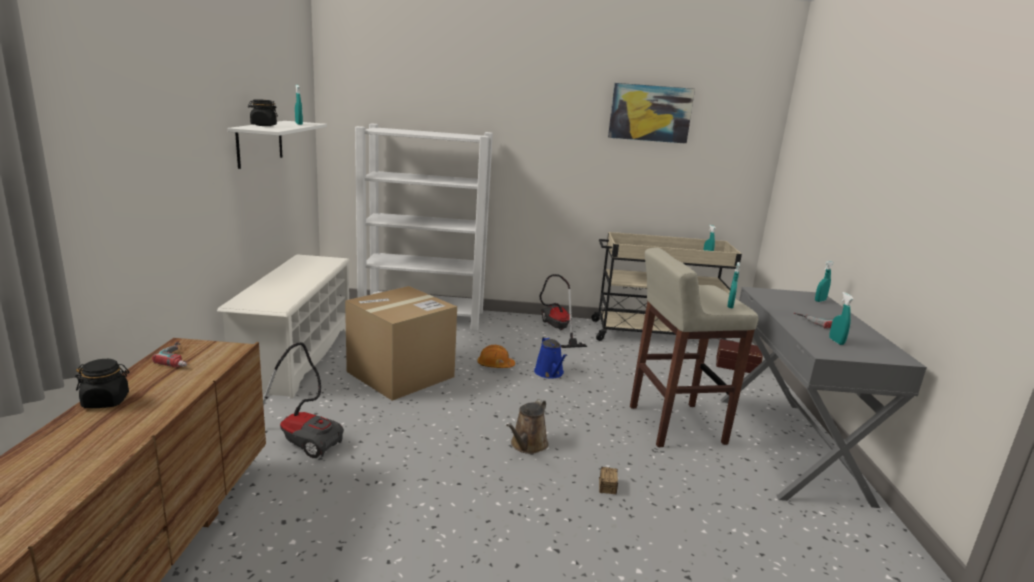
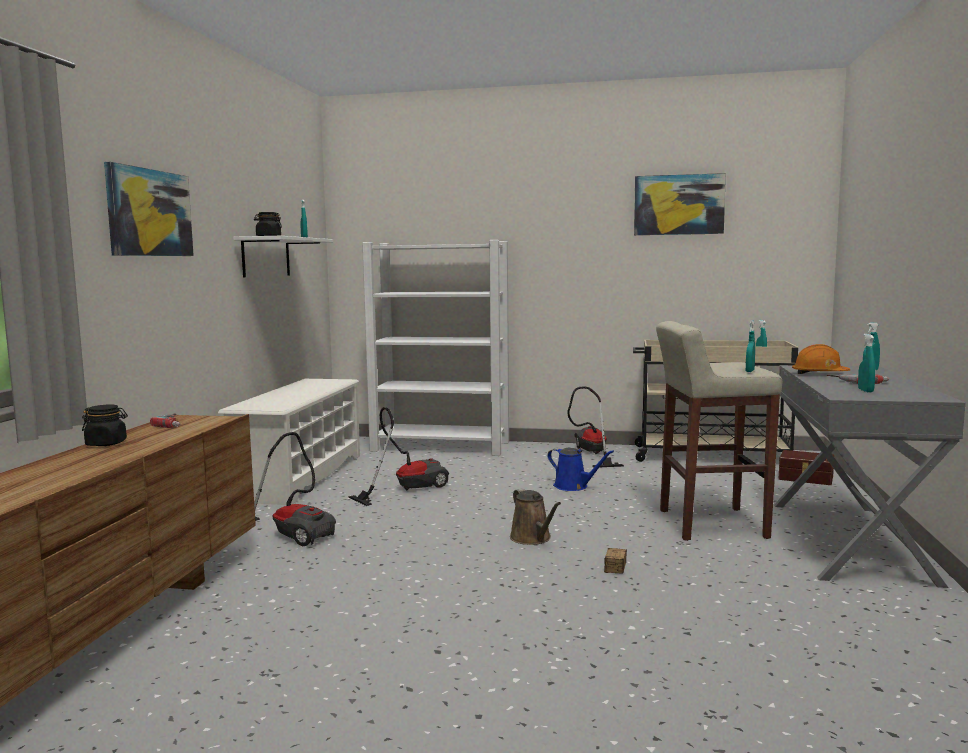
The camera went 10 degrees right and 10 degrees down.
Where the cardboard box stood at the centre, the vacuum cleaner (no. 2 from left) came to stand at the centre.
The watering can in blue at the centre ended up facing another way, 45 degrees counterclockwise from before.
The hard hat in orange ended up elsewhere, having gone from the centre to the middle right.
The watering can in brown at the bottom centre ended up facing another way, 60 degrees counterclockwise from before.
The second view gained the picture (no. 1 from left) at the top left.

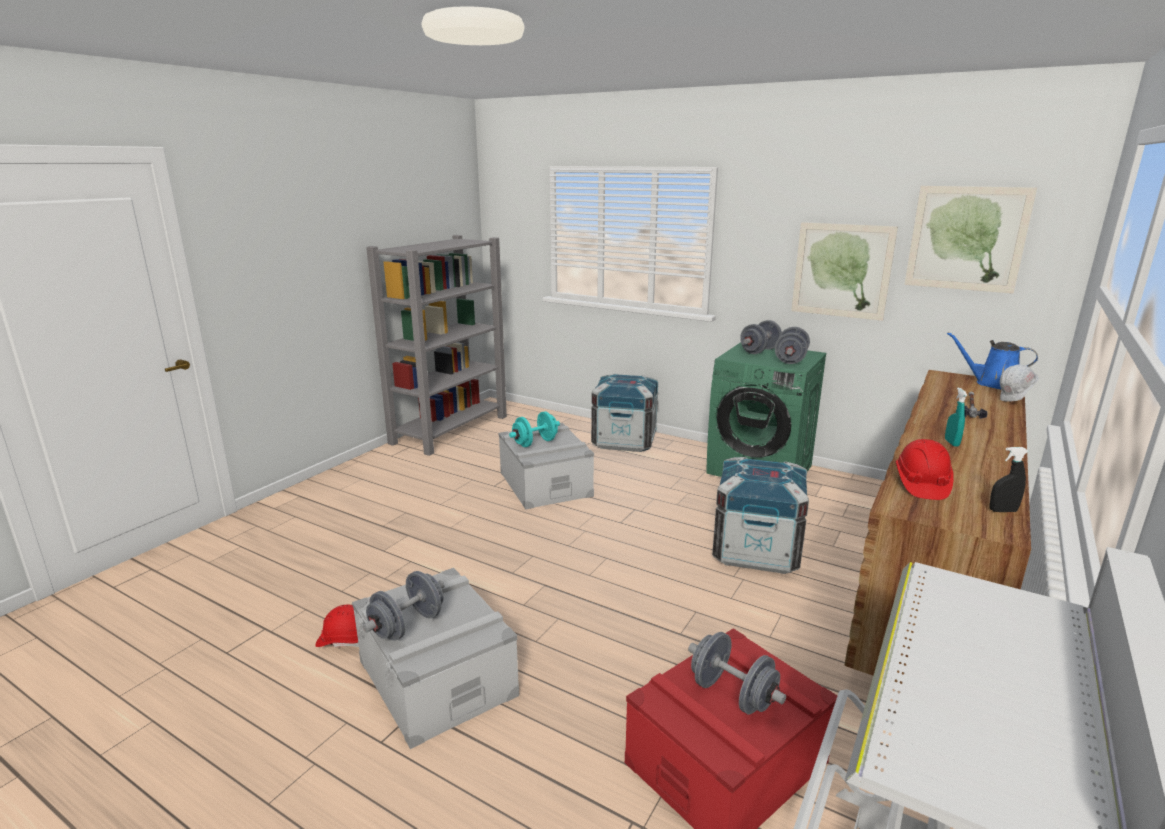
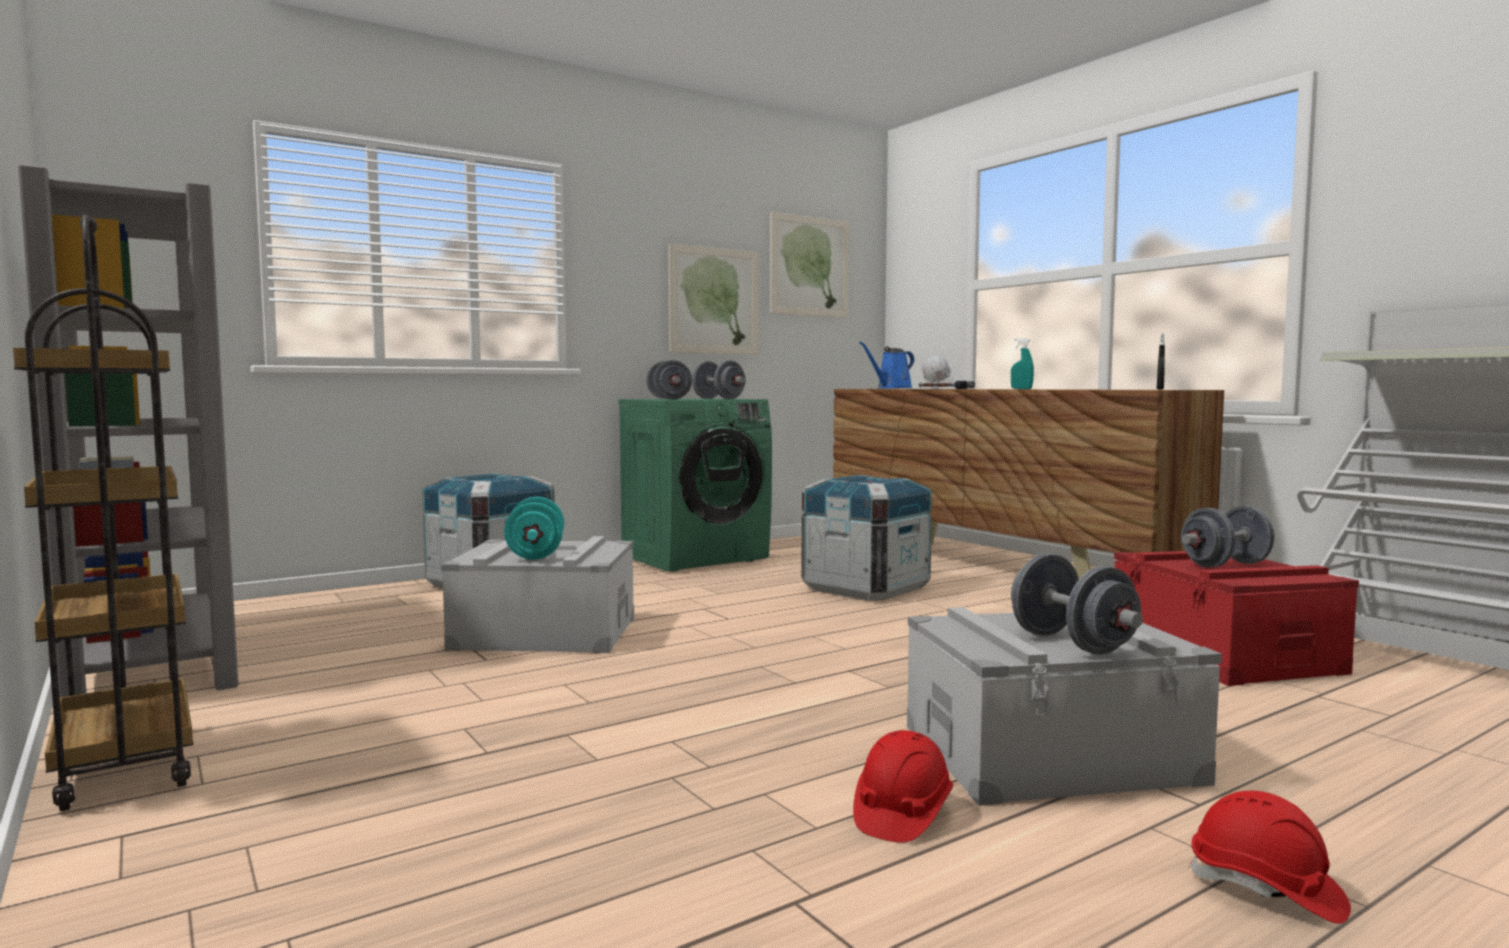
The camera went 65 degrees left and 15 degrees down.
The hard hat in red (no. 2 from left) ended up elsewhere, having gone from the middle right to the bottom right.
The second view gained the cart in brown at the middle left.

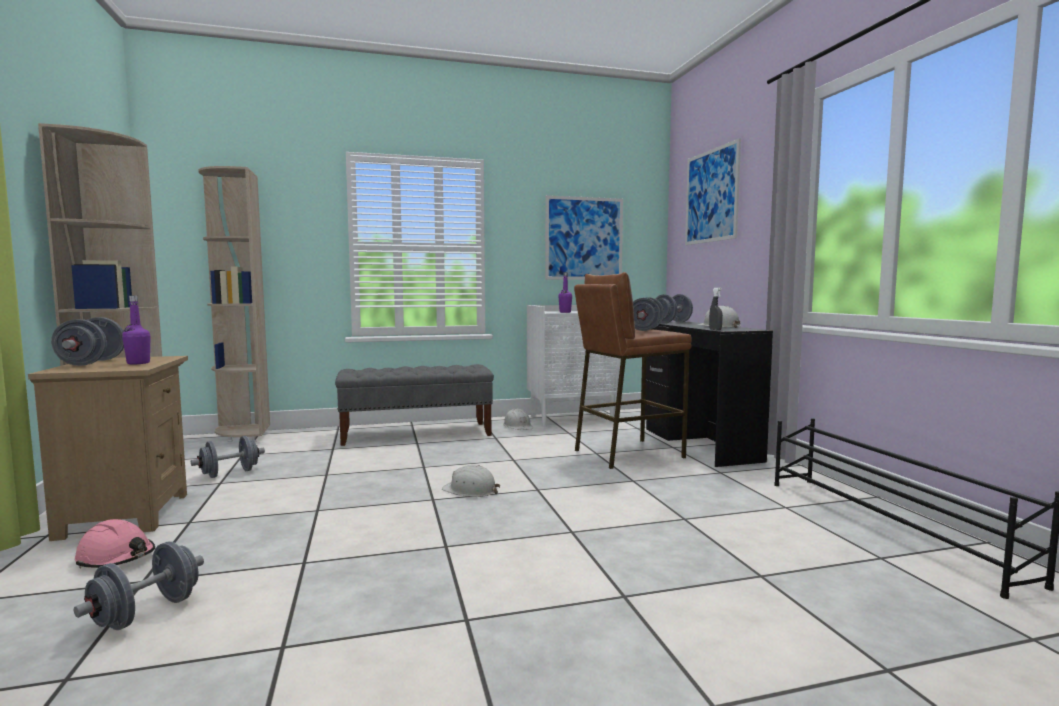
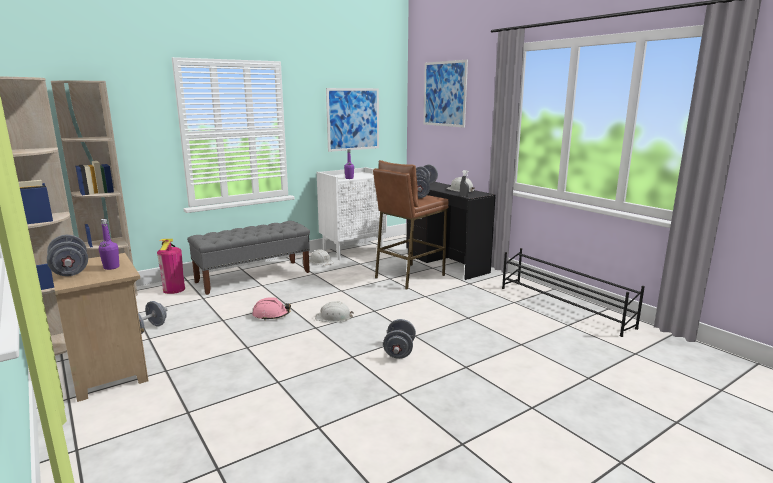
The camera went 20 degrees left and 10 degrees up.
The hard hat in pink ended up elsewhere, having gone from the bottom left to the centre.
The dumbbell in grey (no. 2 from left in the first image) ended up elsewhere, having gone from the bottom left to the bottom centre.
The second view gained the fire extinguisher at the middle left.

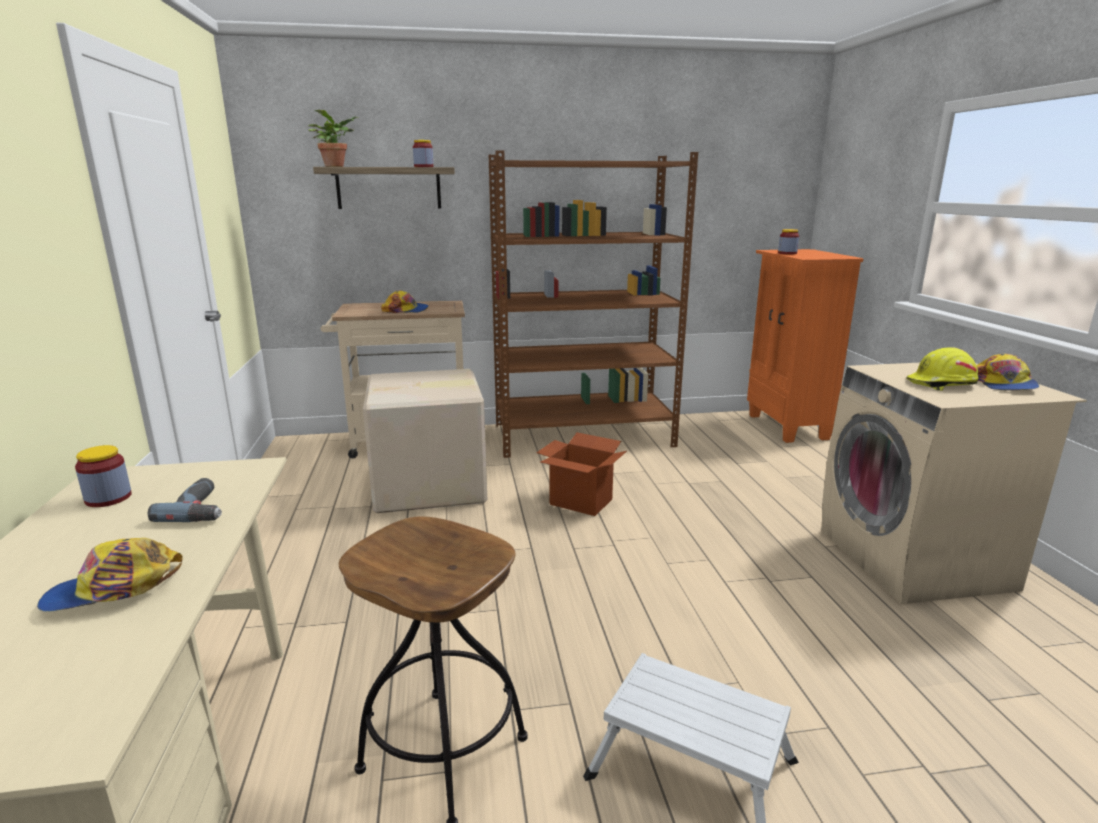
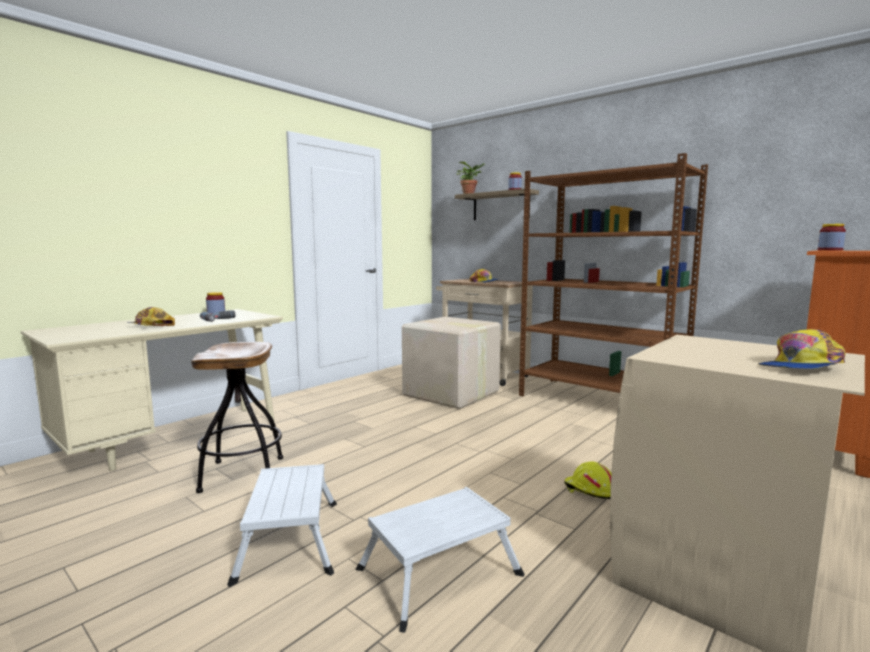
The camera went 50 degrees right and 10 degrees down.
The hard hat in yellow ended up elsewhere, having gone from the middle right to the bottom right.
The second view lost the cardboard box (no. 2 from left) at the centre.
The second view gained the step ladder in white (no. 2 from left) at the bottom centre.

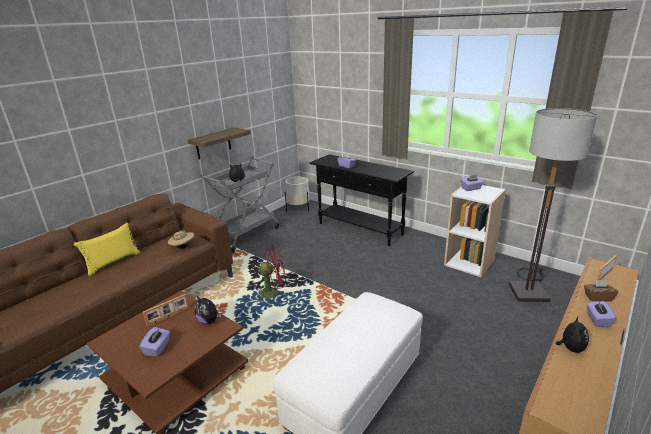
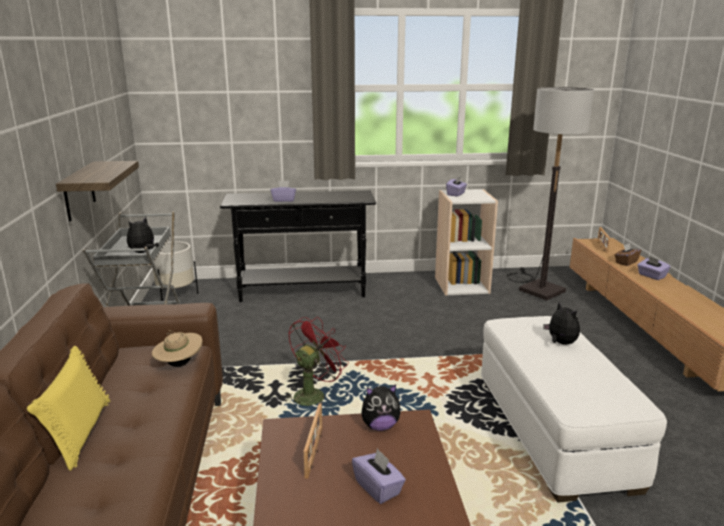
The camera went 45 degrees left and 5 degrees down.
The plush toy (no. 3 from left) ended up elsewhere, having gone from the bottom right to the middle right.

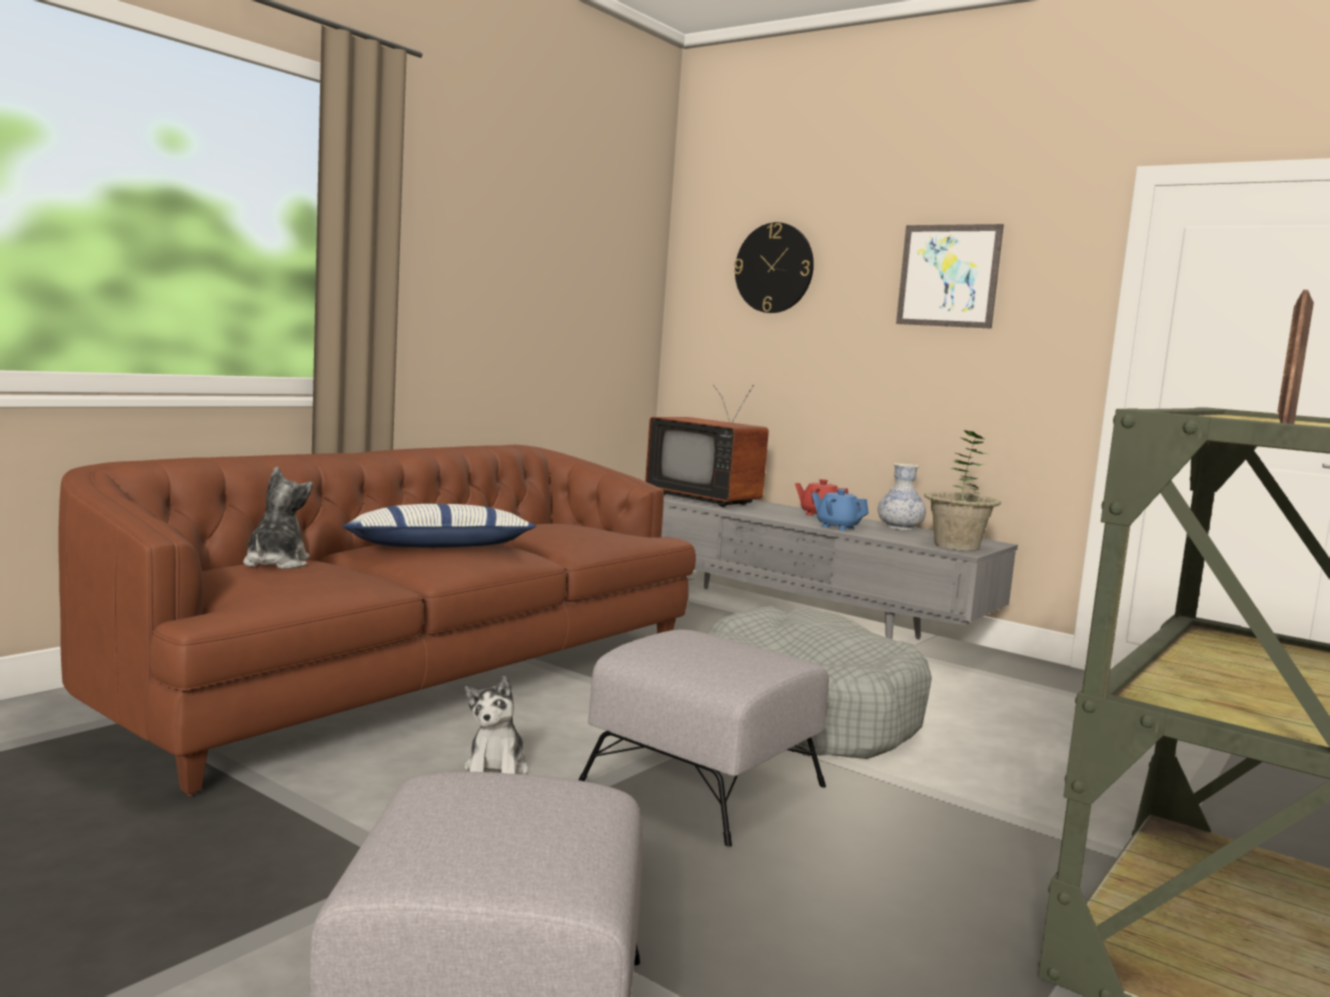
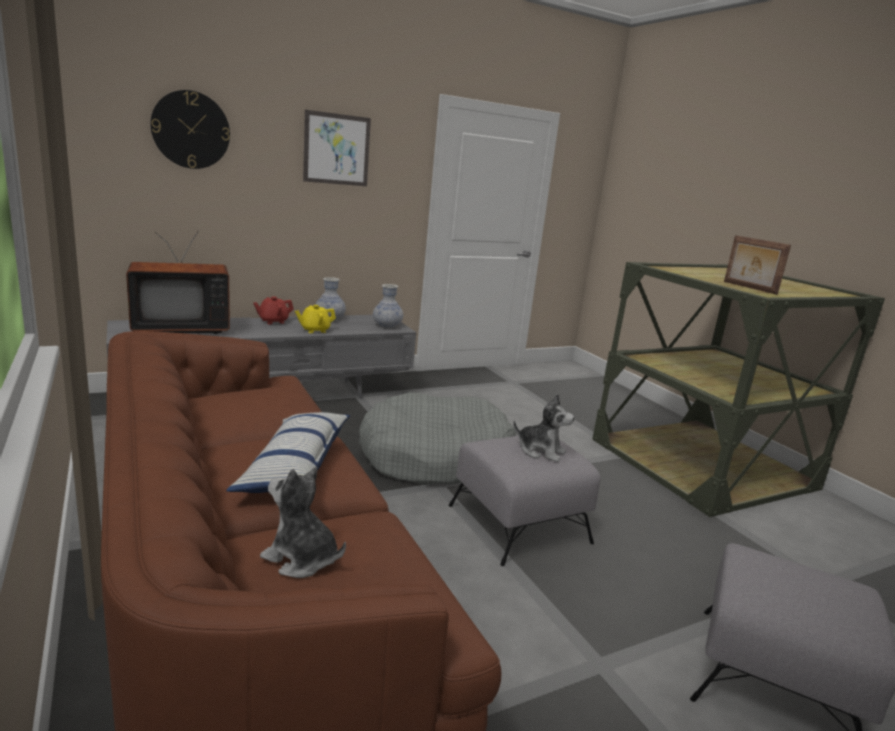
The camera went 65 degrees left and 10 degrees up.
Where the potted plant stood at the middle right, the vase (no. 2 from left) came to stand at the centre.
What was the teapot in blue at the centre turned into the teapot in yellow at the centre.
The plush toy (no. 2 from left) ended up elsewhere, having gone from the bottom centre to the centre.

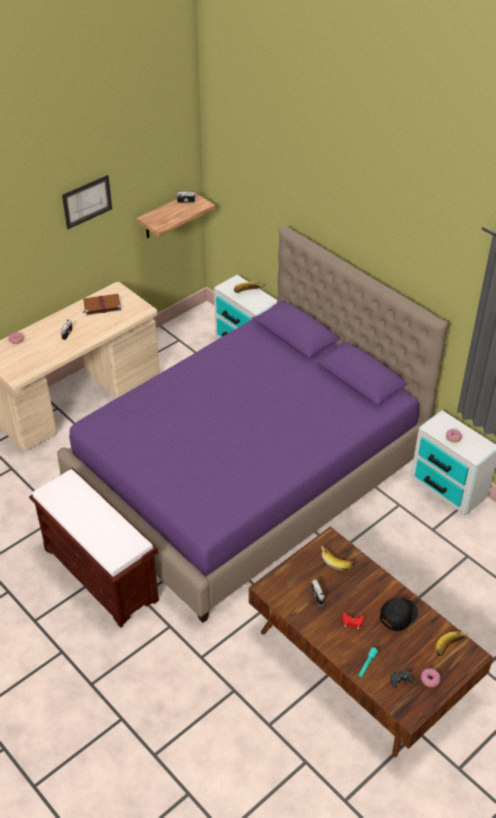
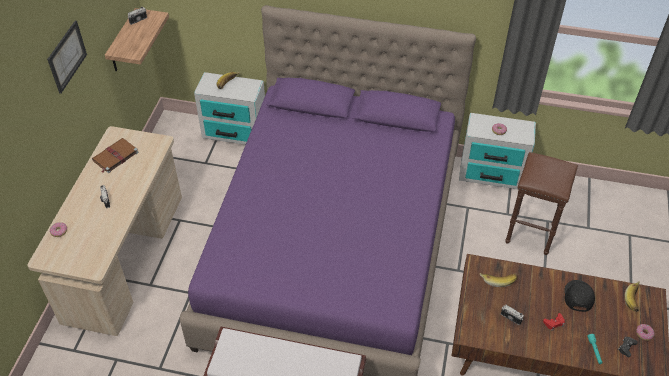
The camera went 35 degrees left and 5 degrees up.
The second view gained the stool in brown at the middle right.

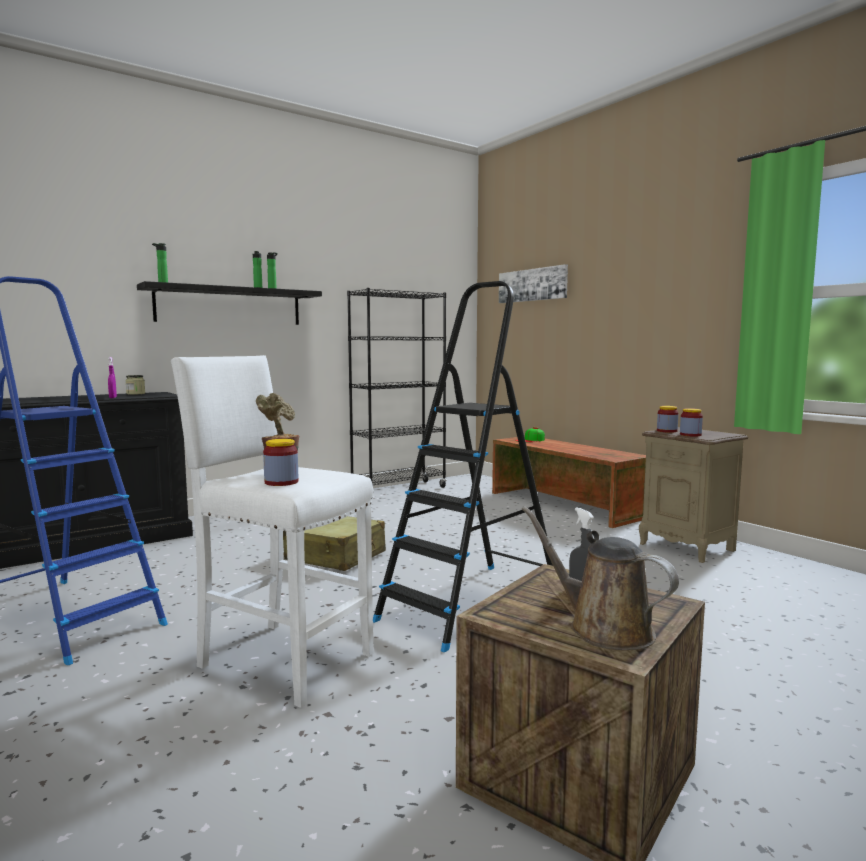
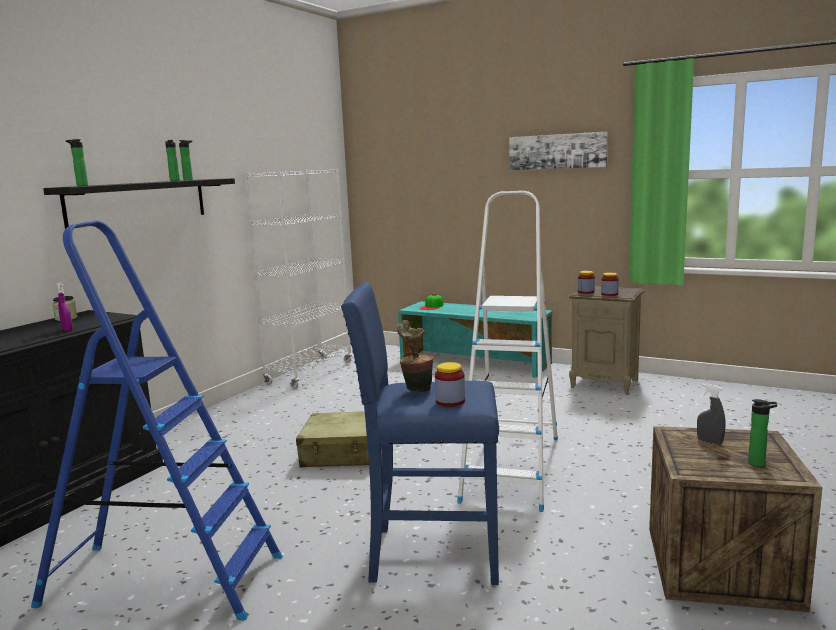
The camera went 25 degrees left and 5 degrees up.
The picture ended up elsewhere, having gone from the top centre to the top right.
What was the step ladder in black at the centre turned into the step ladder in white at the centre.
What was the bookcase in black at the centre turned into the bookcase in white at the centre.
What was the stool in white at the middle left turned into the stool in blue at the bottom centre.
What was the bench in brown at the centre turned into the bench in turquoise at the centre.
Where the watering can in brown stood at the bottom right, the bottle (no. 4 from left) came to stand at the bottom right.

